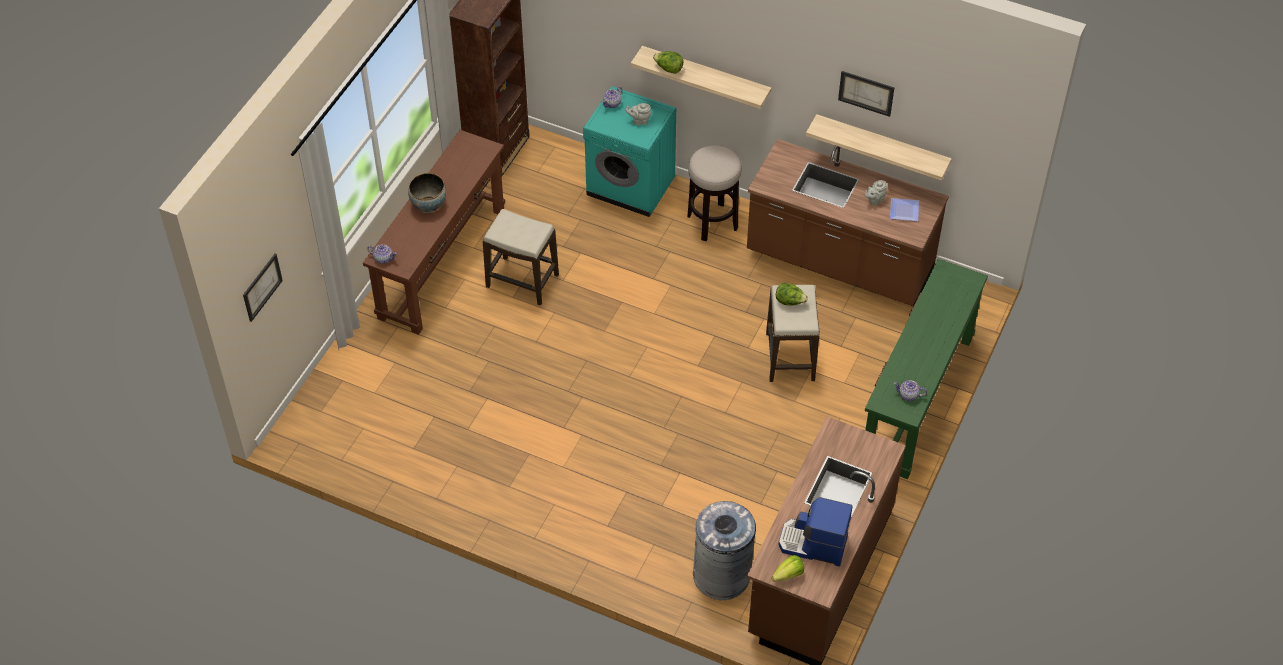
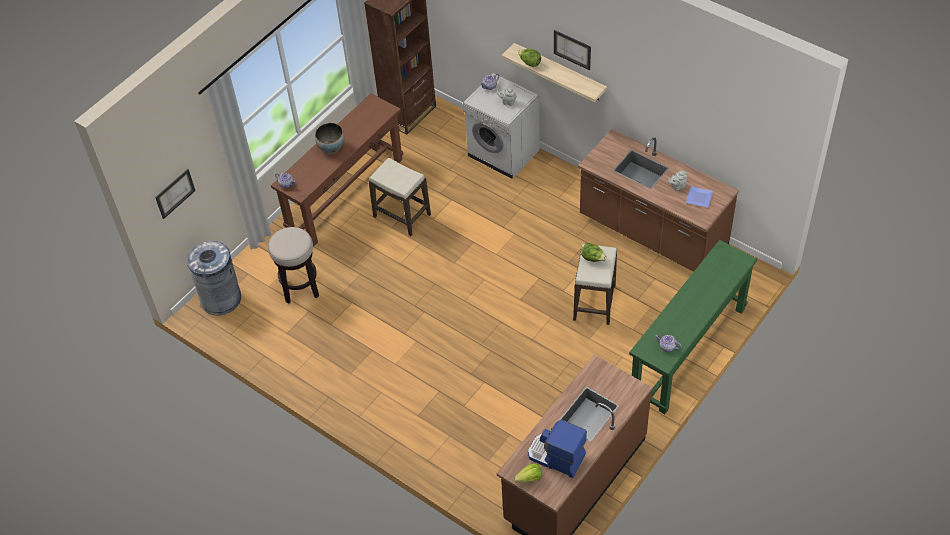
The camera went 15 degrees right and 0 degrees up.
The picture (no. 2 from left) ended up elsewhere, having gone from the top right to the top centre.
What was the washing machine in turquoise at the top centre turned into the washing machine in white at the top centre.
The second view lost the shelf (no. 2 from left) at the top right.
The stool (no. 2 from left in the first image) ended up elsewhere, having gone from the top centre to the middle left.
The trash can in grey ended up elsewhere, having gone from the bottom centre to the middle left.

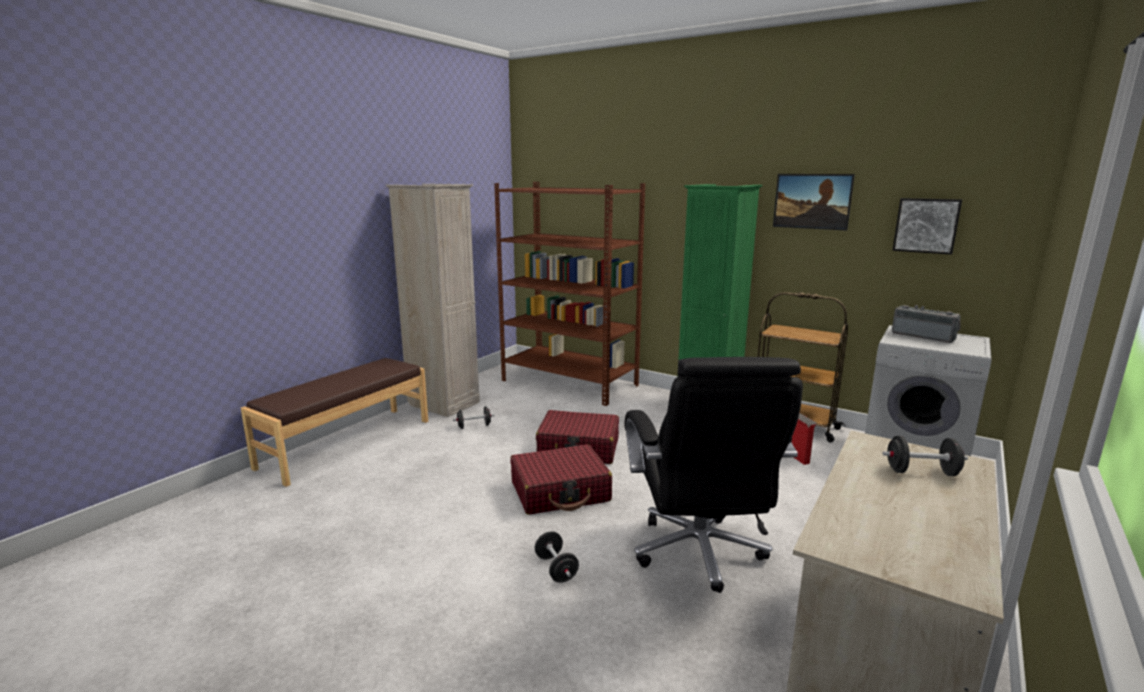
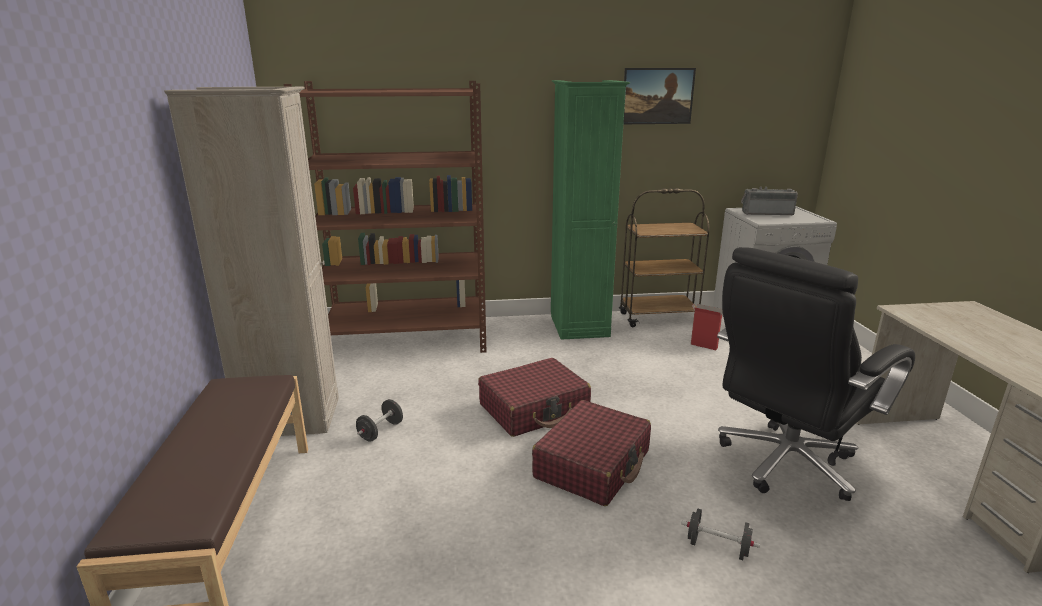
The camera went 40 degrees left and 5 degrees up.
The second view lost the picture (no. 2 from left) at the top right.
The office chair in black at the bottom centre ended up facing another way, 90 degrees clockwise from before.
The second view lost the dumbbell in black (no. 3 from left) at the middle right.

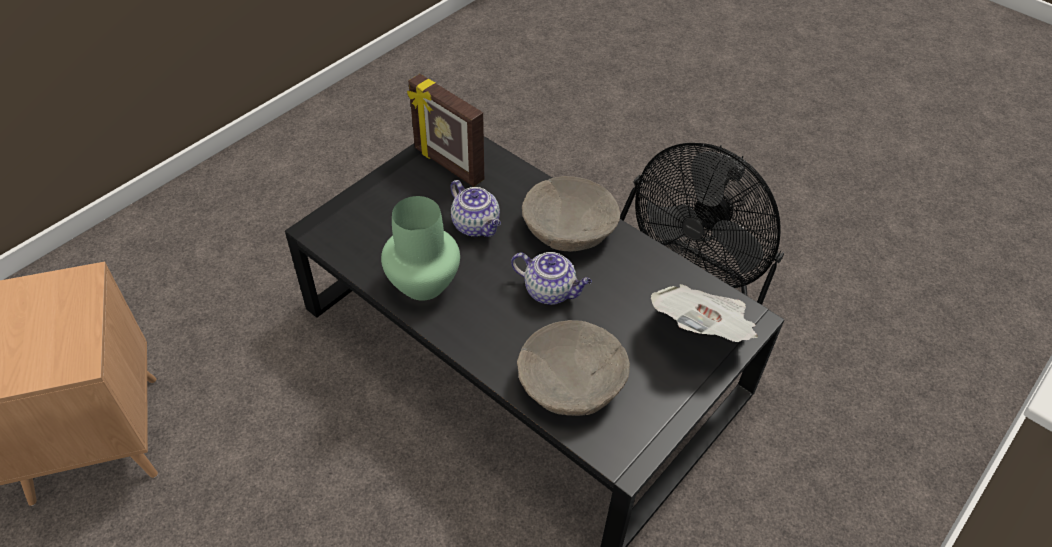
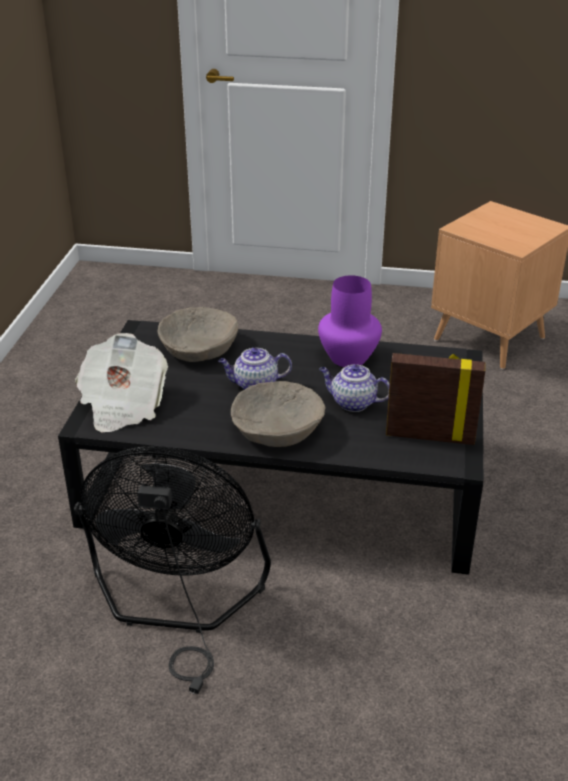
The camera went 150 degrees right and 15 degrees down.
What was the vase in green at the centre turned into the vase in purple at the centre.

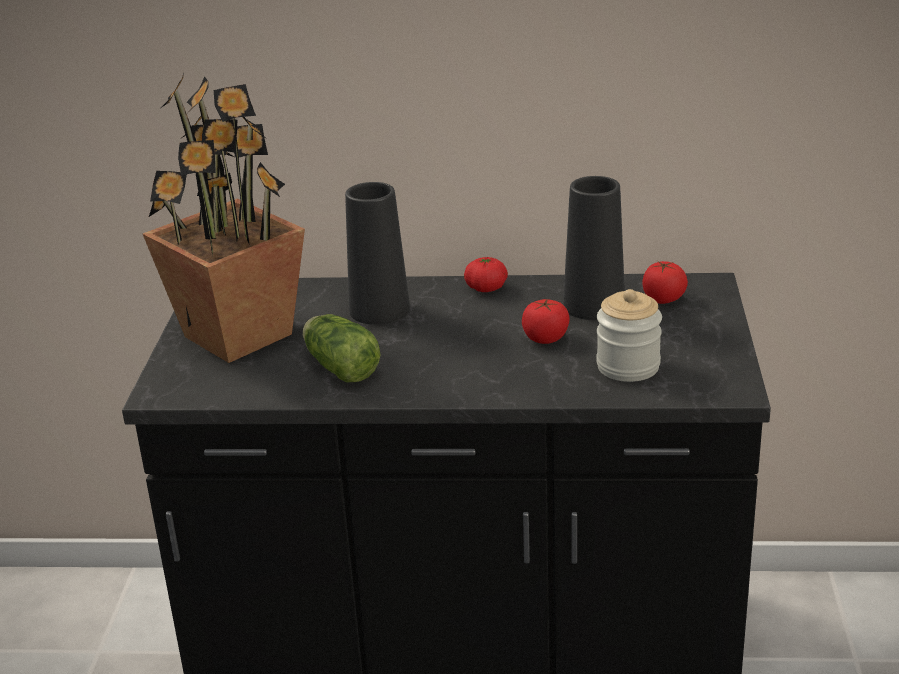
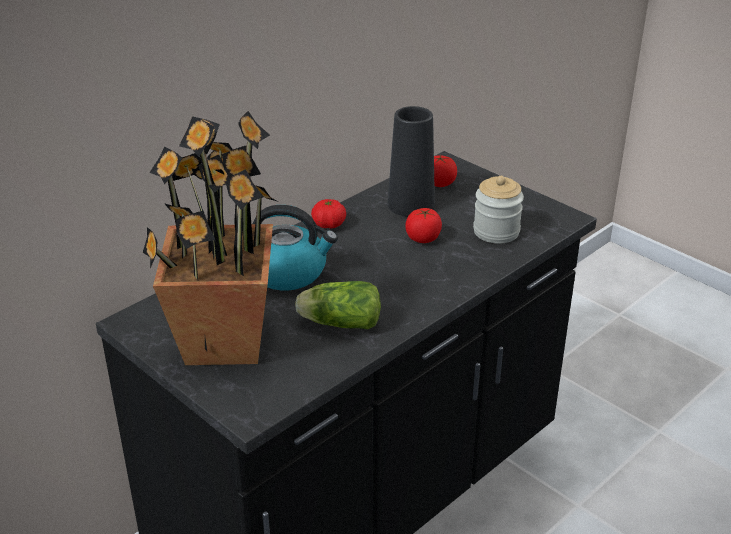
The camera went 50 degrees left and 5 degrees up.
Where the vase in black (no. 1 from left) stood at the centre, the kettle came to stand at the centre.

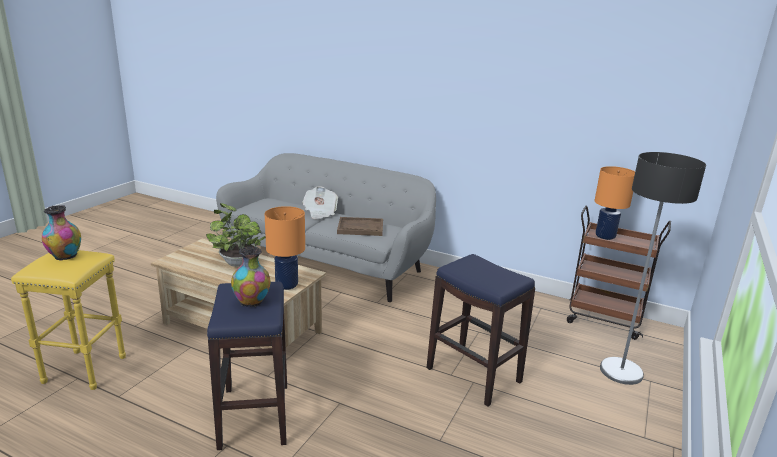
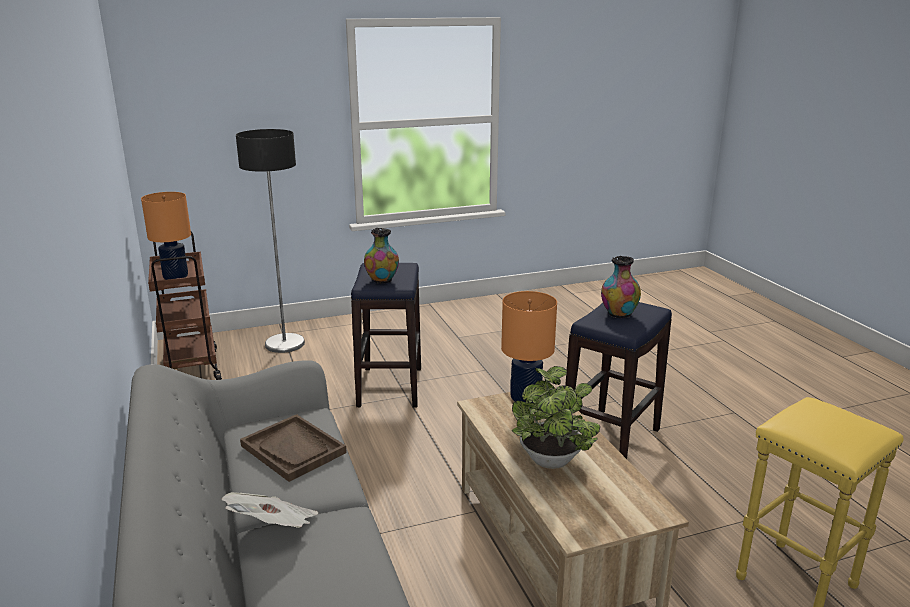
The camera went 135 degrees left and 0 degrees up.
The vase (no. 1 from left) ended up elsewhere, having gone from the middle left to the centre.

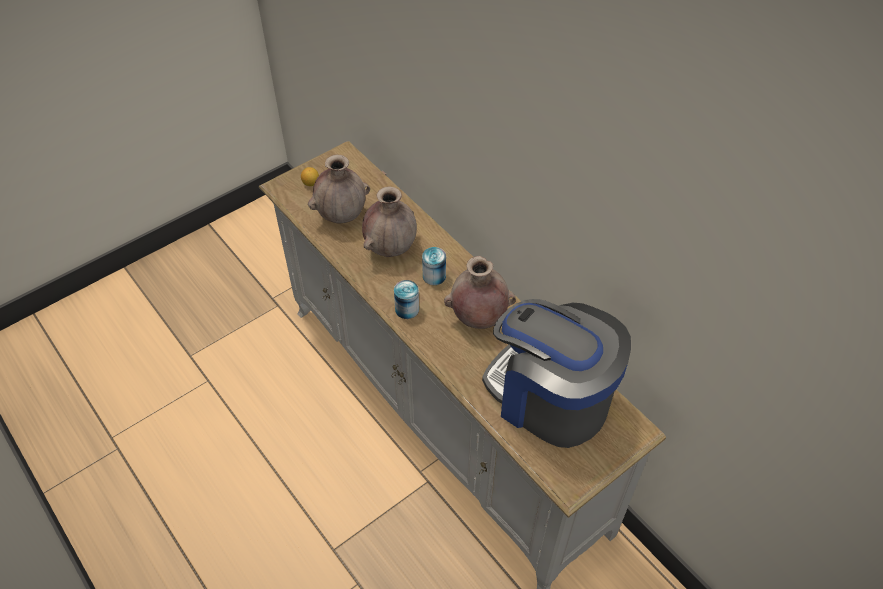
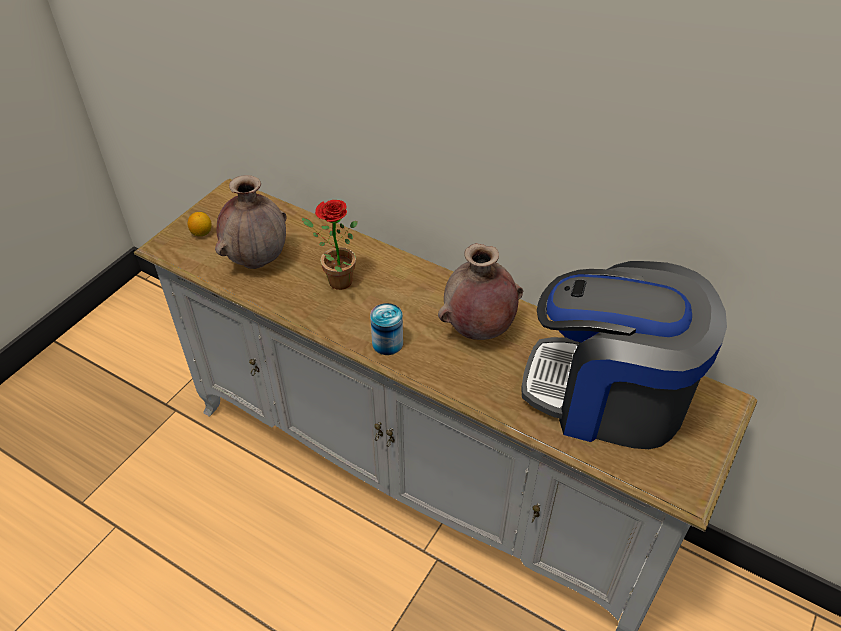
The camera went 20 degrees left and 5 degrees down.
Where the vase in brown (no. 2 from left) stood at the centre, the potted plant came to stand at the centre.
The second view lost the can (no. 2 from left) at the centre.

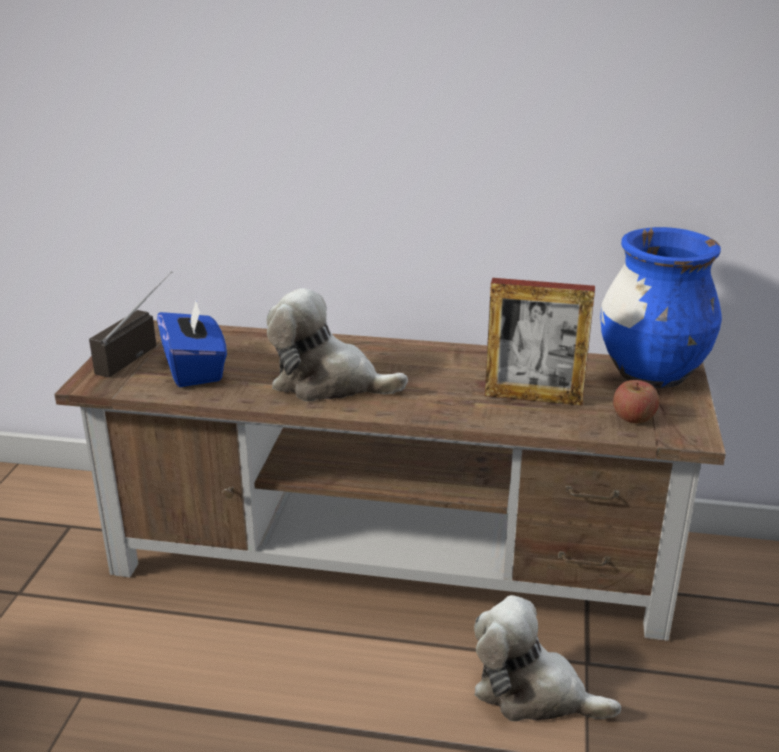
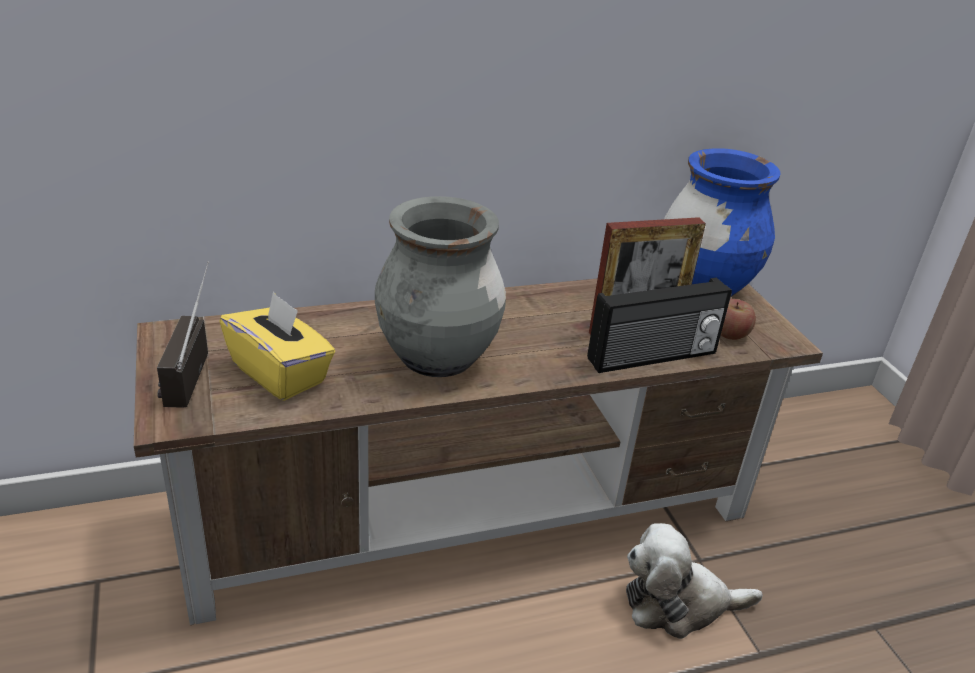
The camera went 30 degrees left and 5 degrees up.
Where the plush toy (no. 1 from left) stood at the centre, the vase in grey came to stand at the centre.
What was the tissue box in blue at the middle left turned into the tissue box in yellow at the middle left.
The second view gained the radio (no. 2 from left) at the middle right.

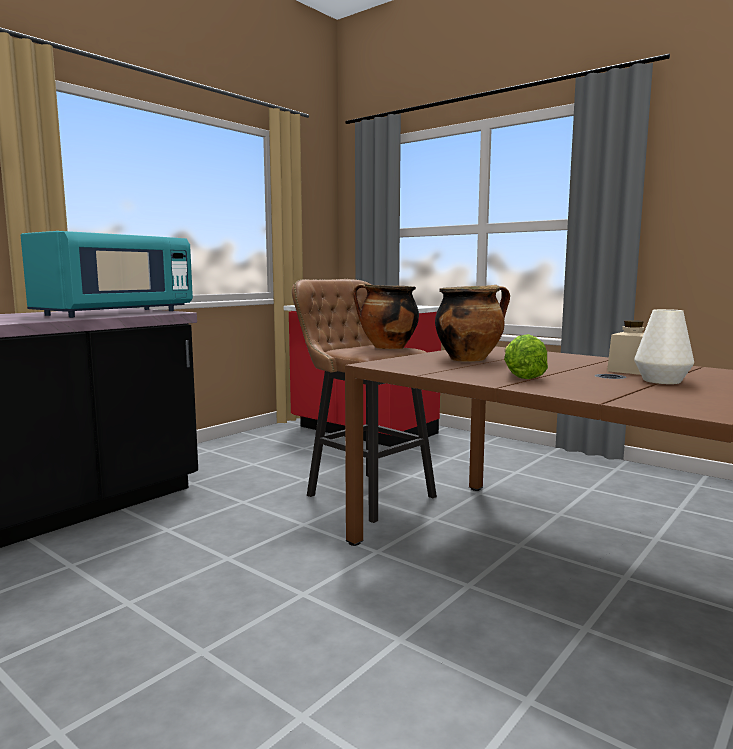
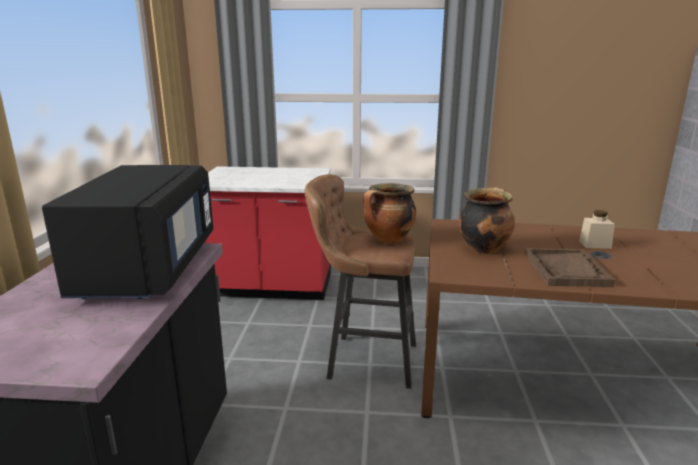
The camera went 35 degrees left and 10 degrees up.
What was the microwave in turquoise at the middle left turned into the microwave in black at the middle left.
The second view lost the vase in white at the middle right.
Where the lettuce stood at the middle right, the tray in brown came to stand at the middle right.

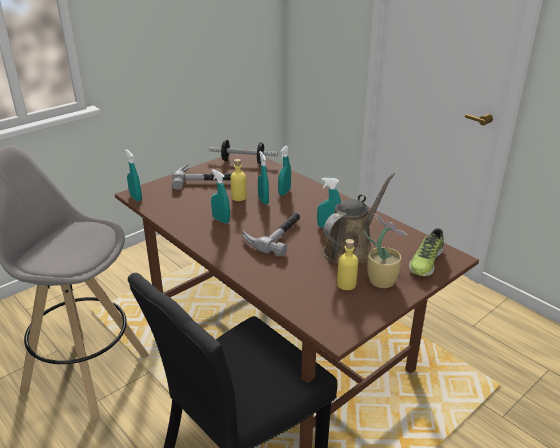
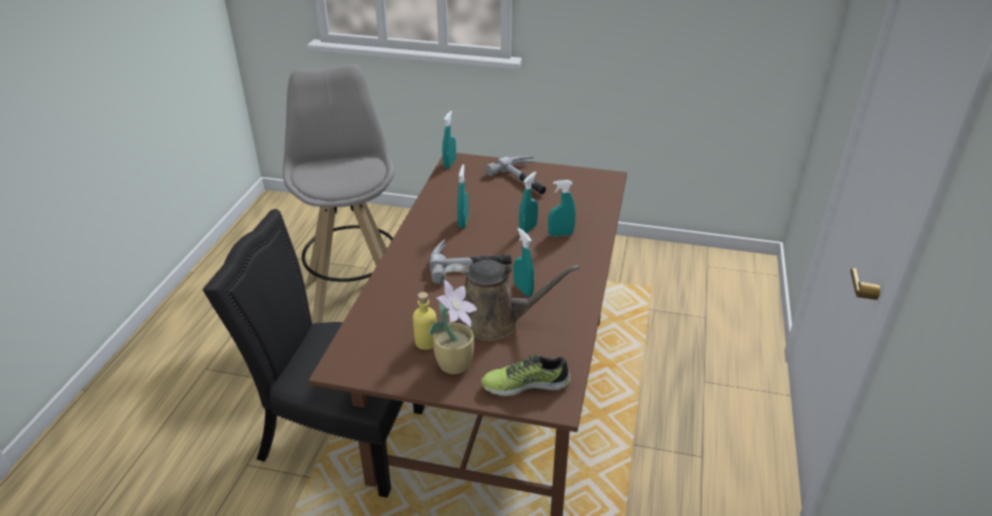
The camera went 55 degrees right and 5 degrees up.
The second view lost the dumbbell at the centre.
The second view lost the bottle in yellow (no. 1 from left) at the centre.

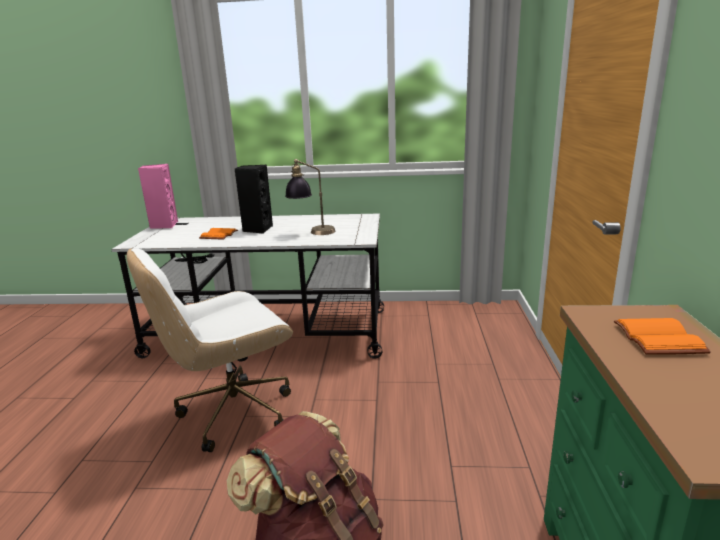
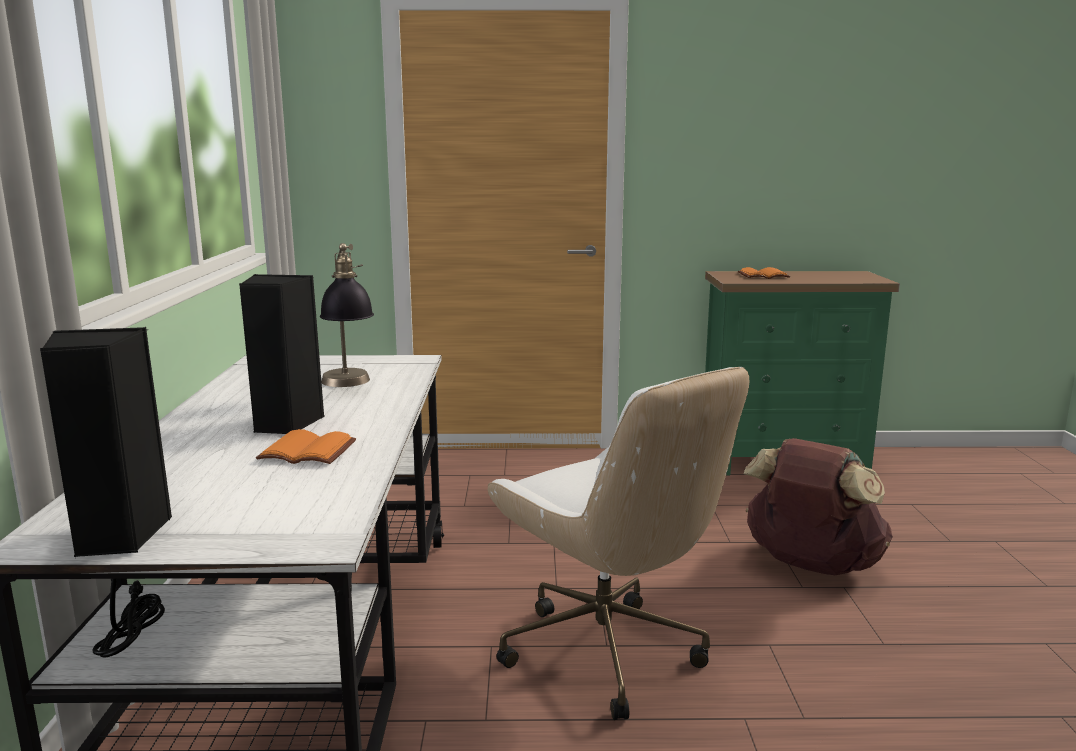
The camera went 95 degrees left and 5 degrees down.
What was the speaker in pink at the middle left turned into the speaker in black (no. 1 from left) at the middle left.

